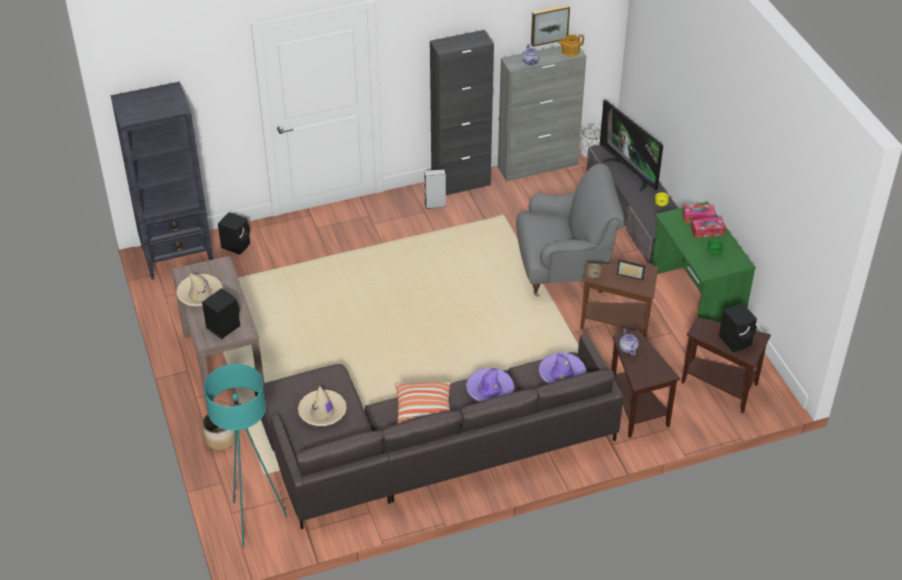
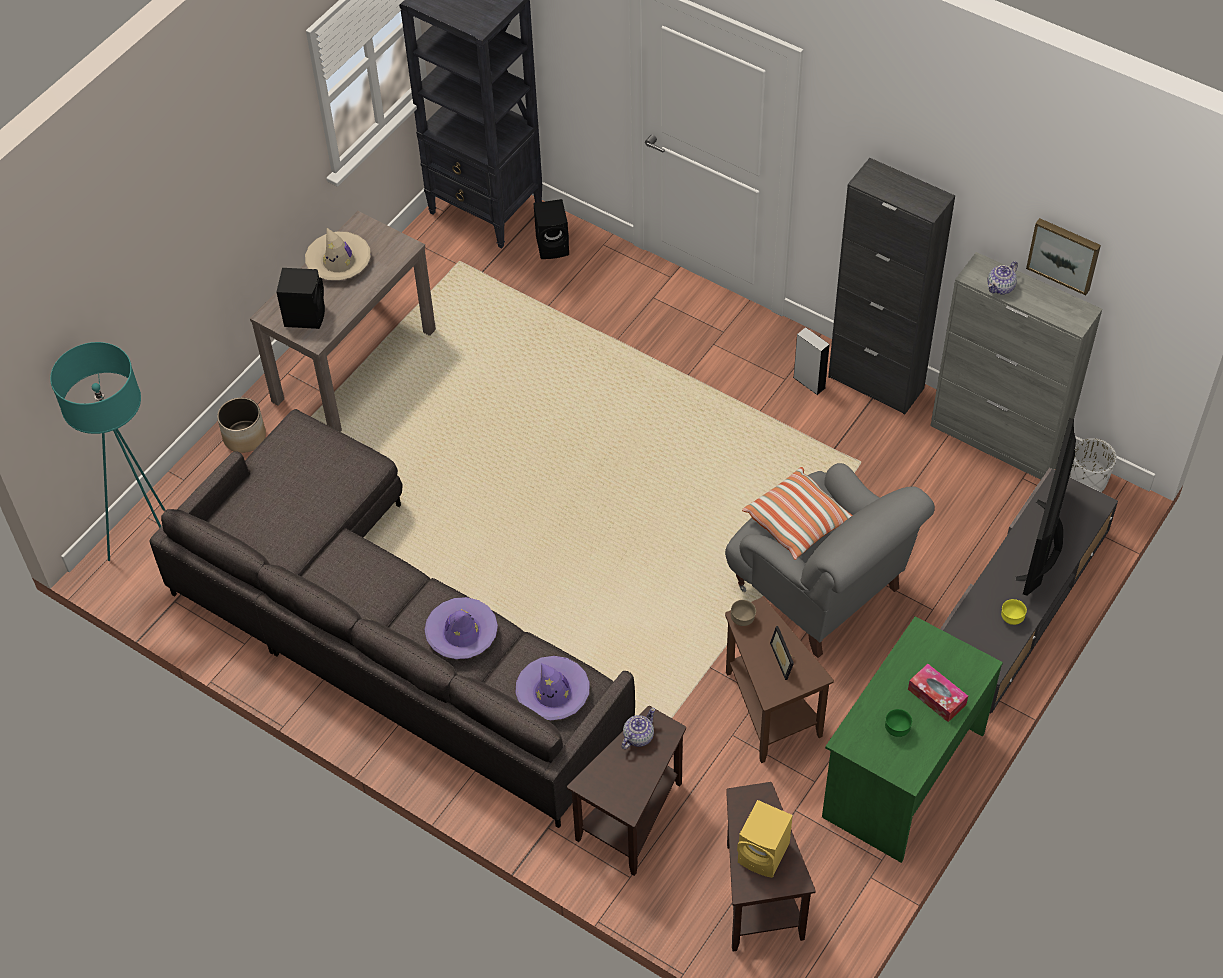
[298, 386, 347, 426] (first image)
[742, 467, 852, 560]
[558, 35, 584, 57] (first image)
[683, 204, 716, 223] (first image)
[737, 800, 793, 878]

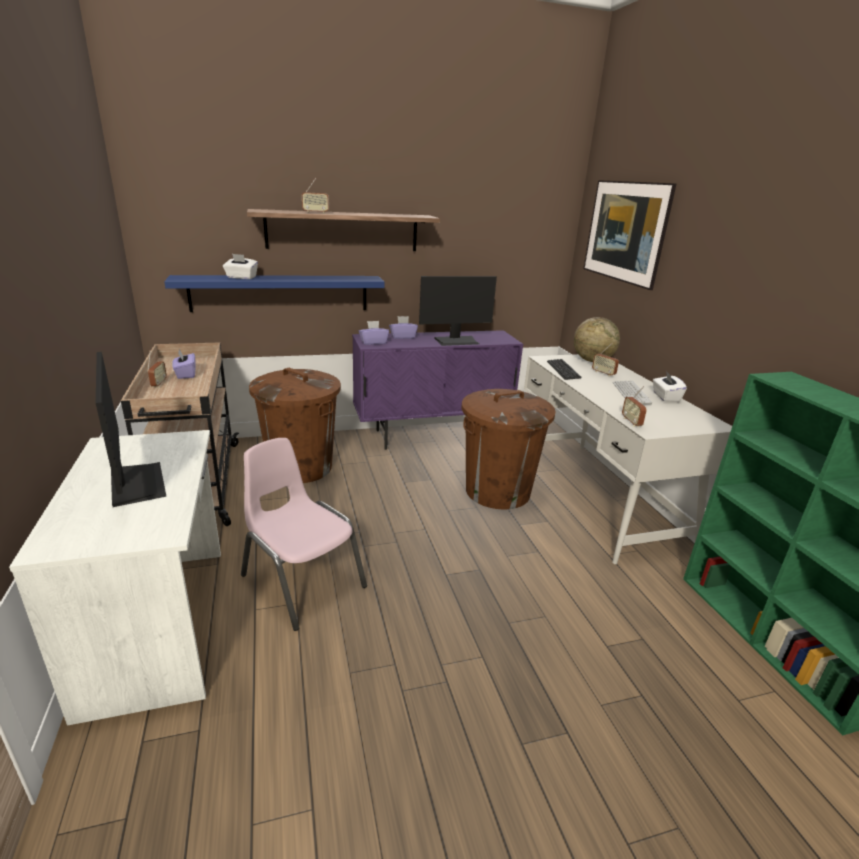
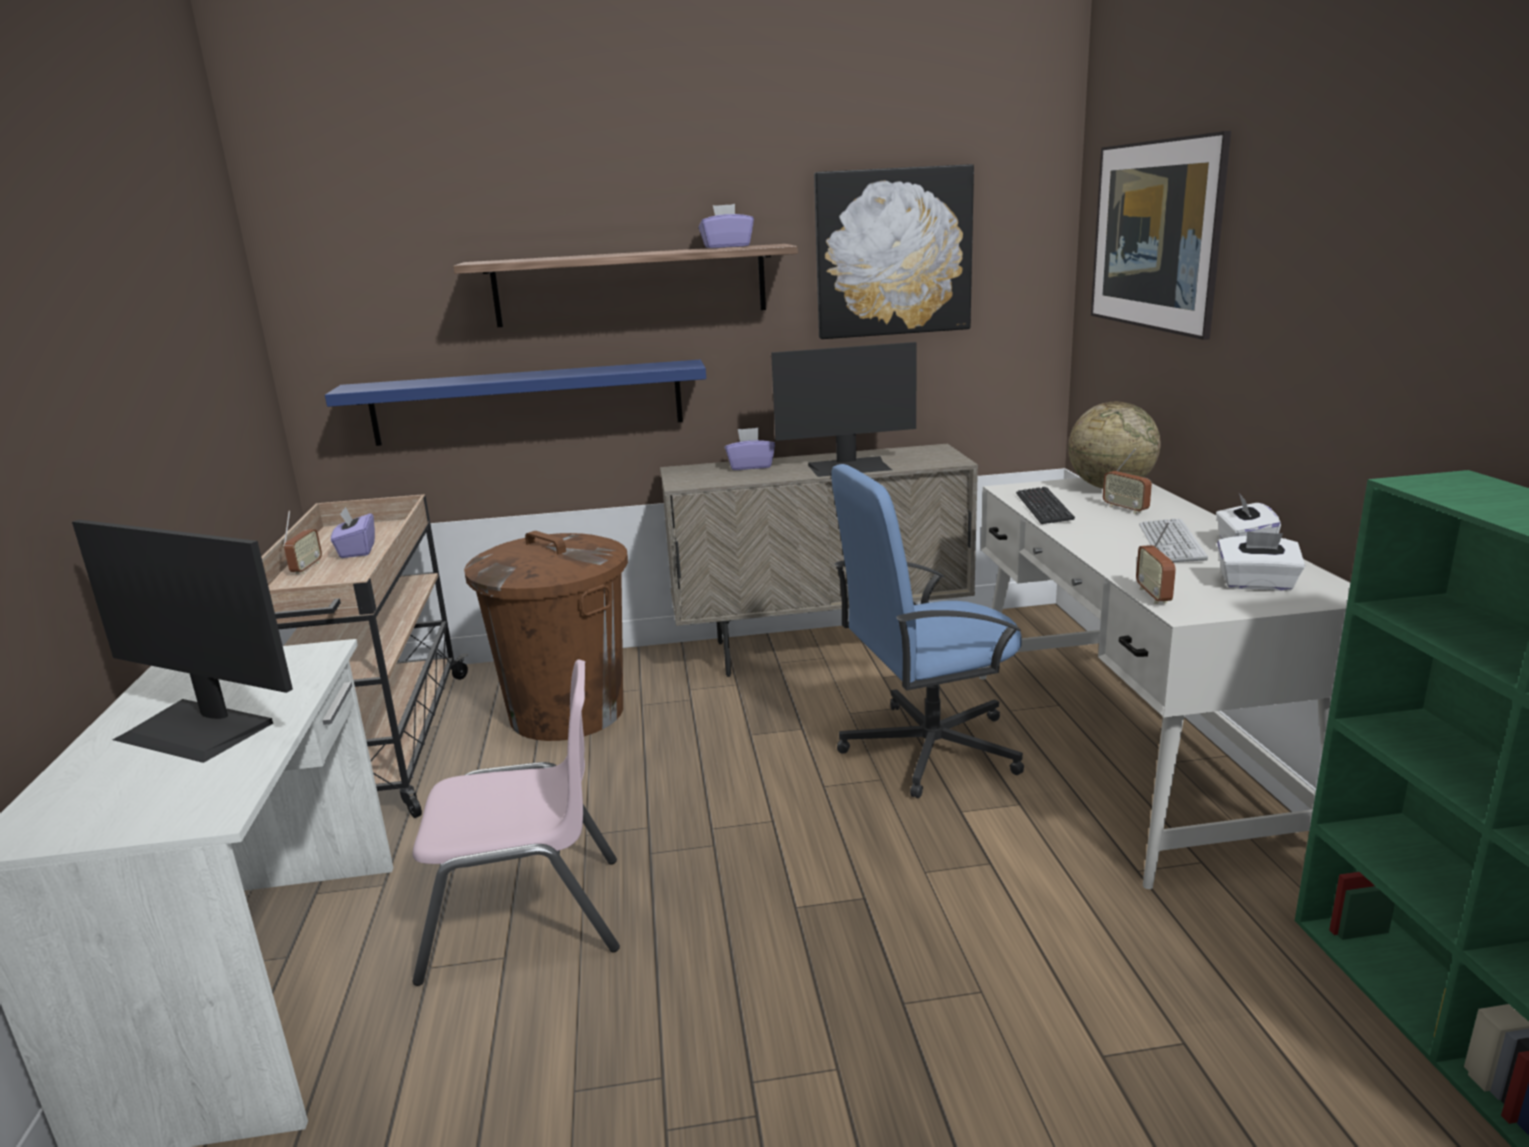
[72, 520, 293, 763]
[1217, 531, 1305, 591]
[413, 659, 620, 986]
[302, 178, 329, 213] (first image)
[660, 444, 978, 677]
[699, 204, 754, 248]
[831, 464, 1024, 798]
[814, 164, 974, 339]

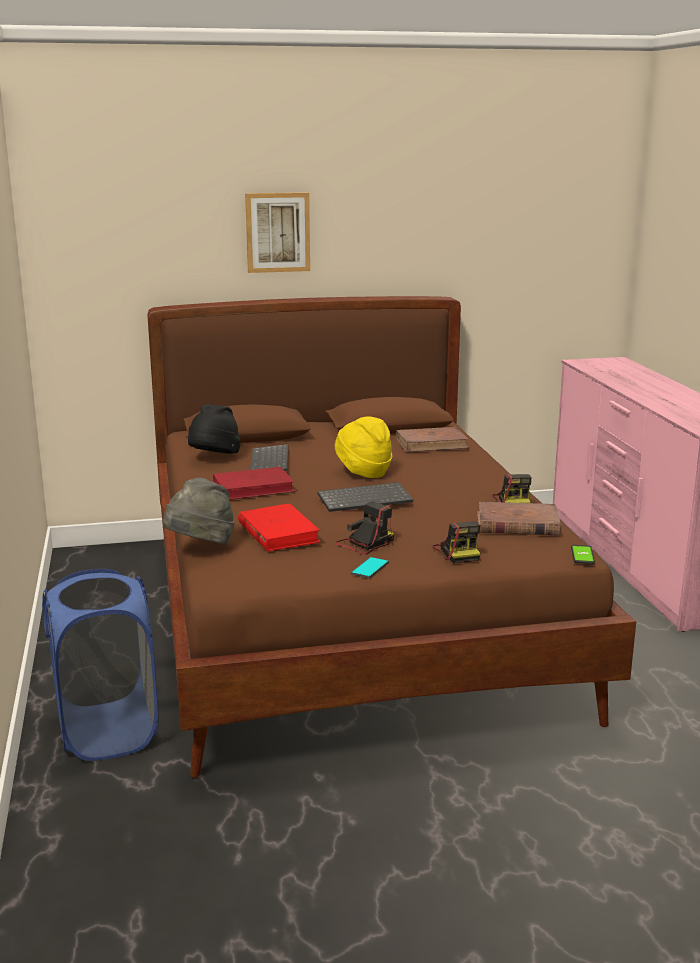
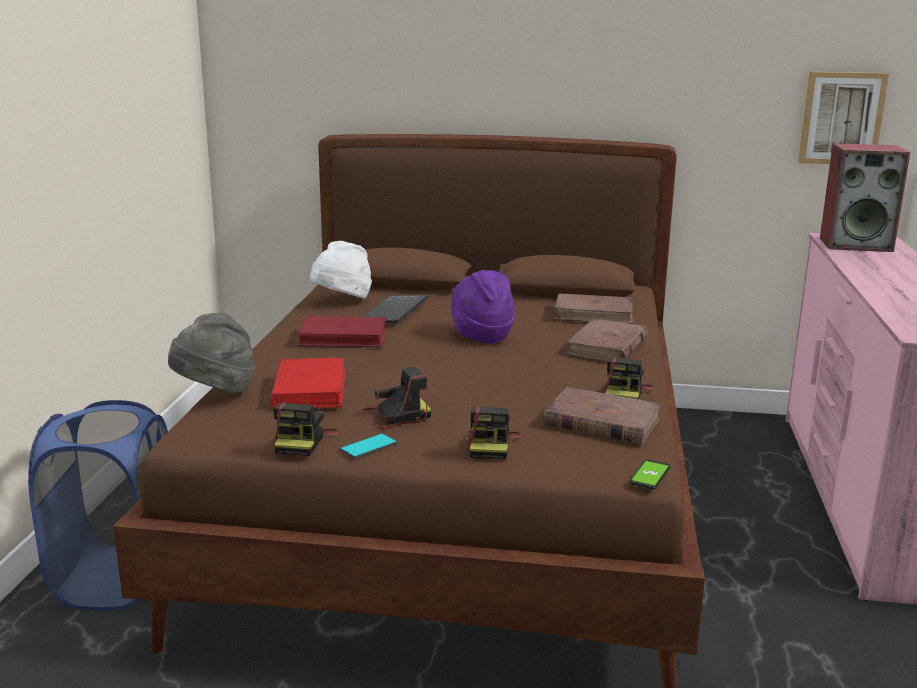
[310, 241, 372, 298]
[798, 72, 889, 164]
[317, 482, 413, 512] (first image)
[451, 270, 515, 344]
[273, 402, 338, 456]
[565, 318, 648, 362]
[820, 143, 910, 252]

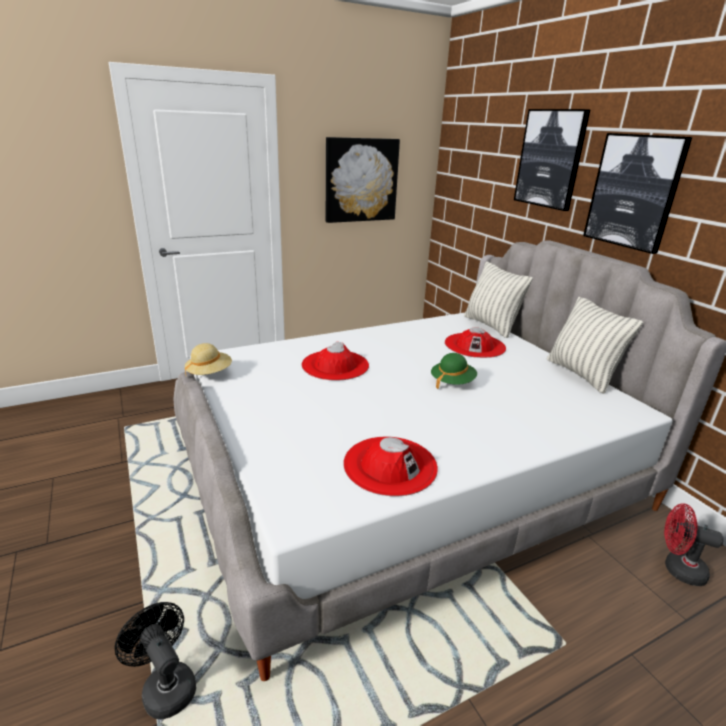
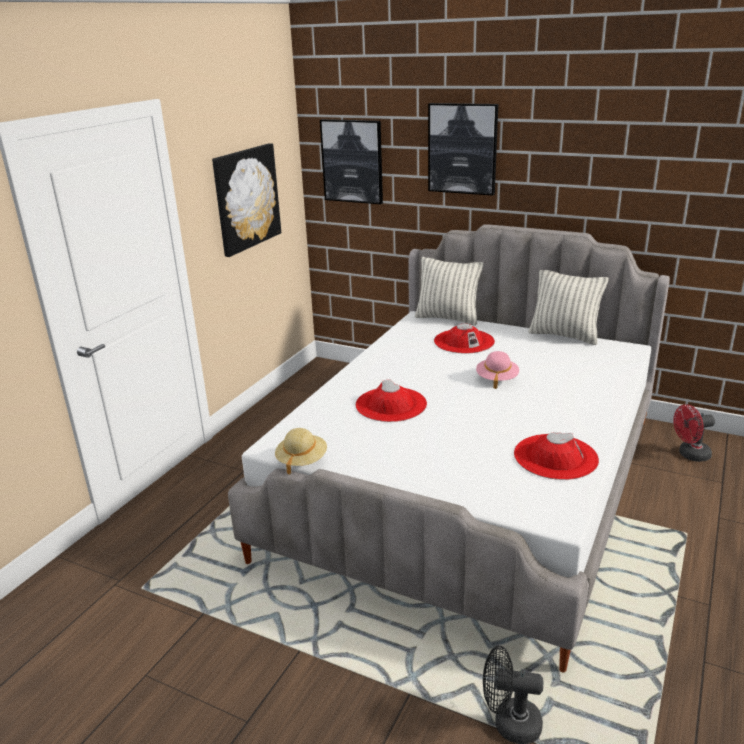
[476, 351, 519, 389]
[320, 119, 383, 204]

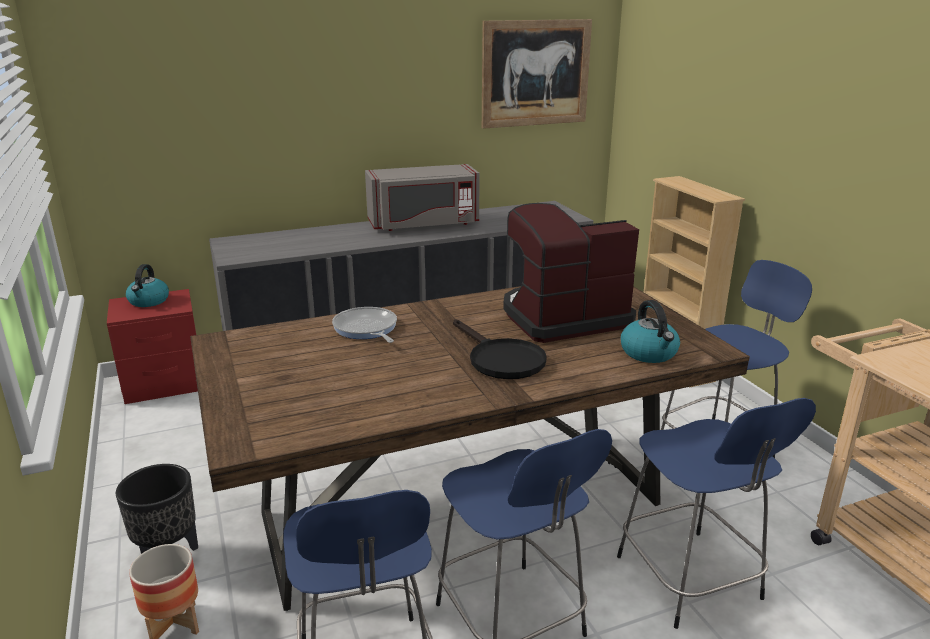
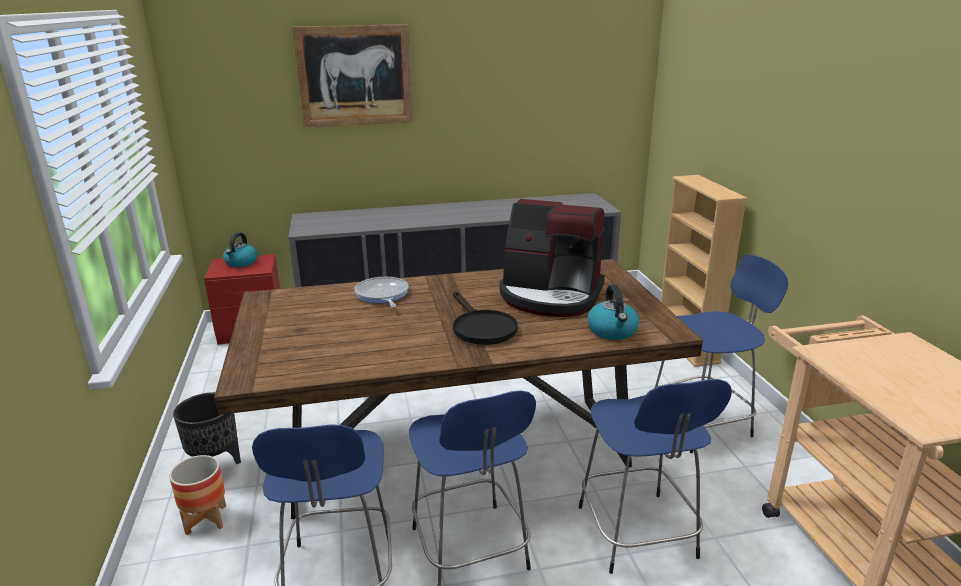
[365, 164, 480, 231] (first image)
[292, 24, 413, 128]
[500, 199, 605, 317]

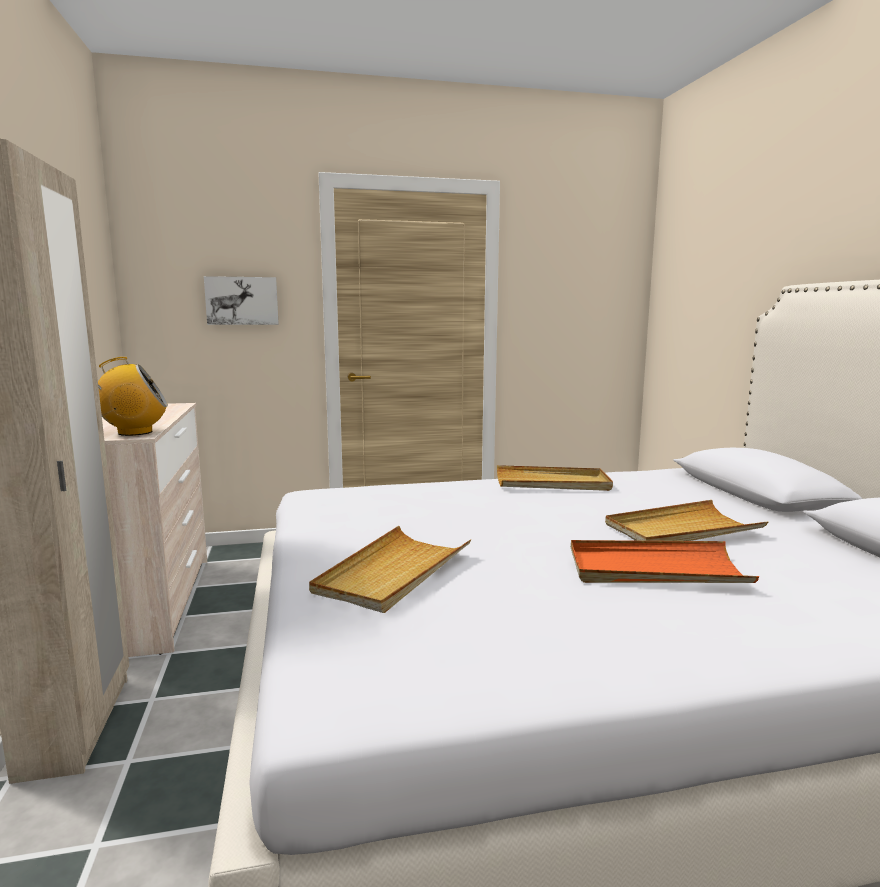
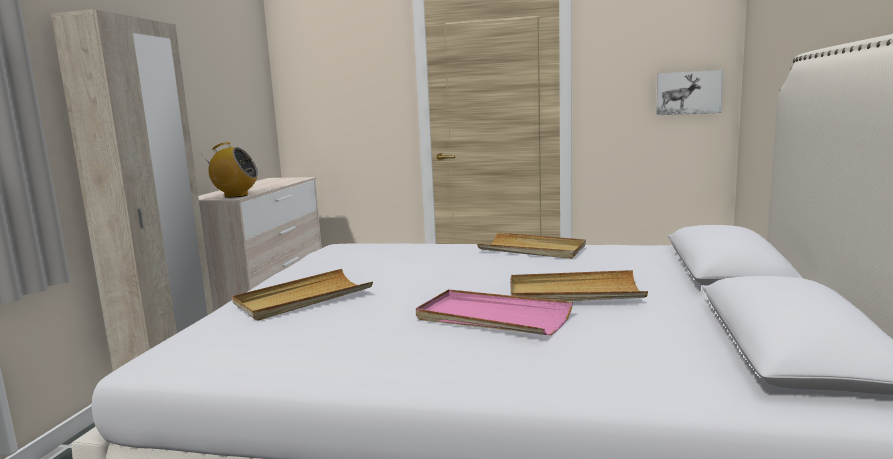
[656, 70, 724, 115]
[416, 289, 573, 336]

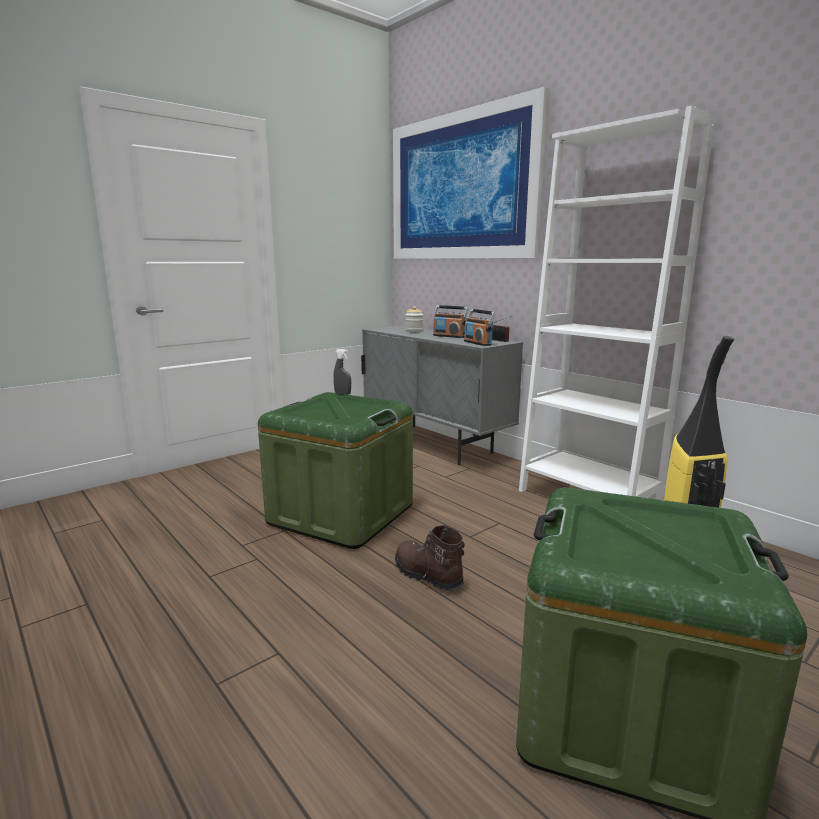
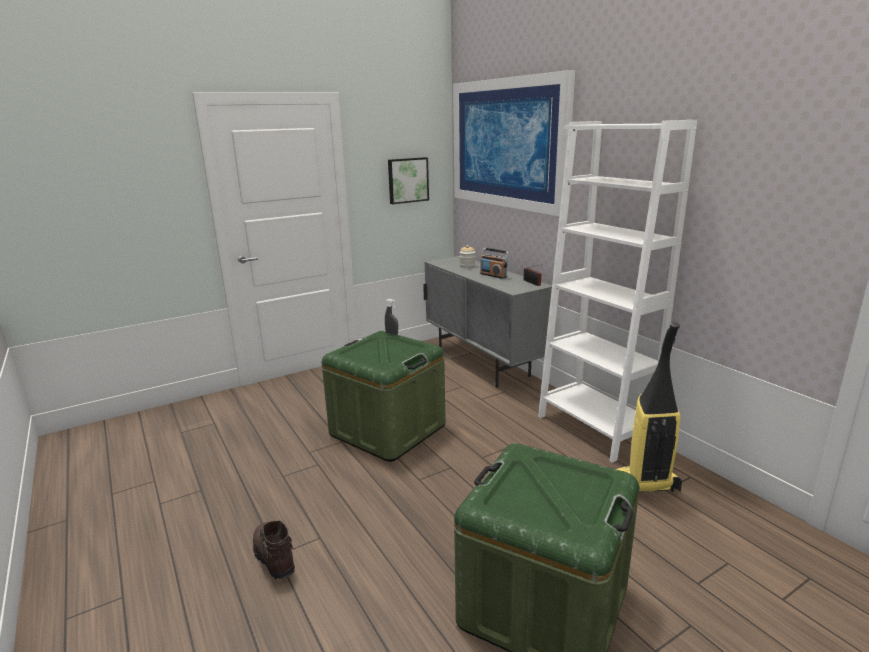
[253, 520, 295, 580]
[464, 309, 496, 346] (first image)
[388, 157, 429, 204]

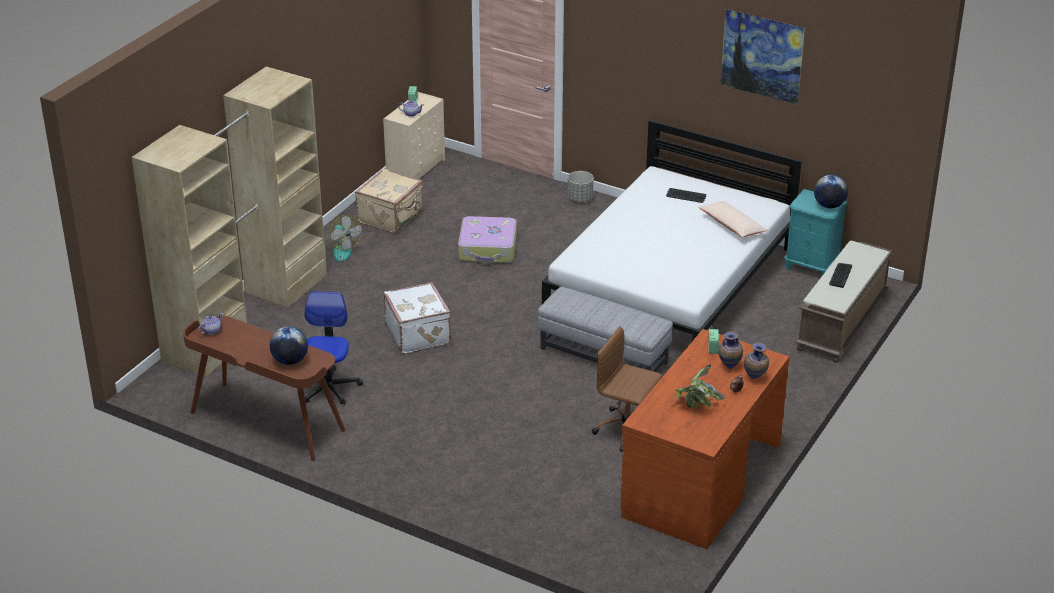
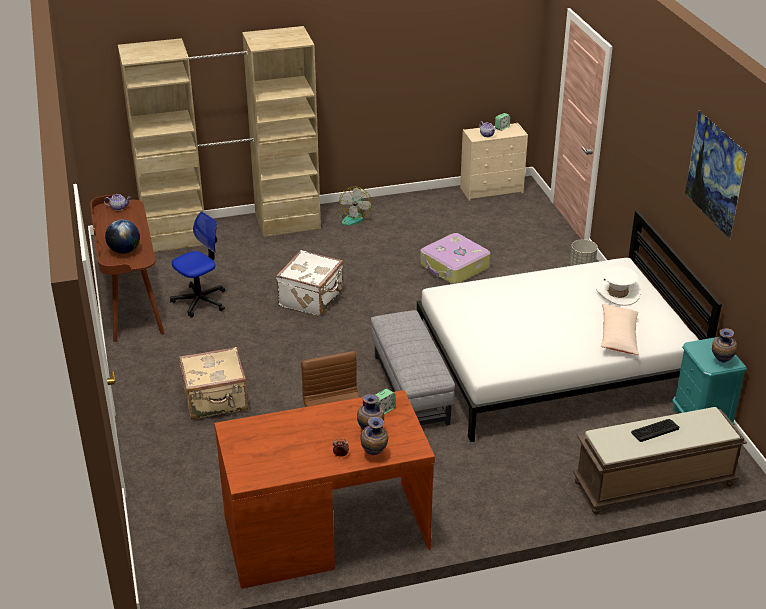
[179, 347, 248, 420]
[596, 266, 641, 306]
[671, 365, 725, 408] (first image)
[712, 328, 737, 363]

